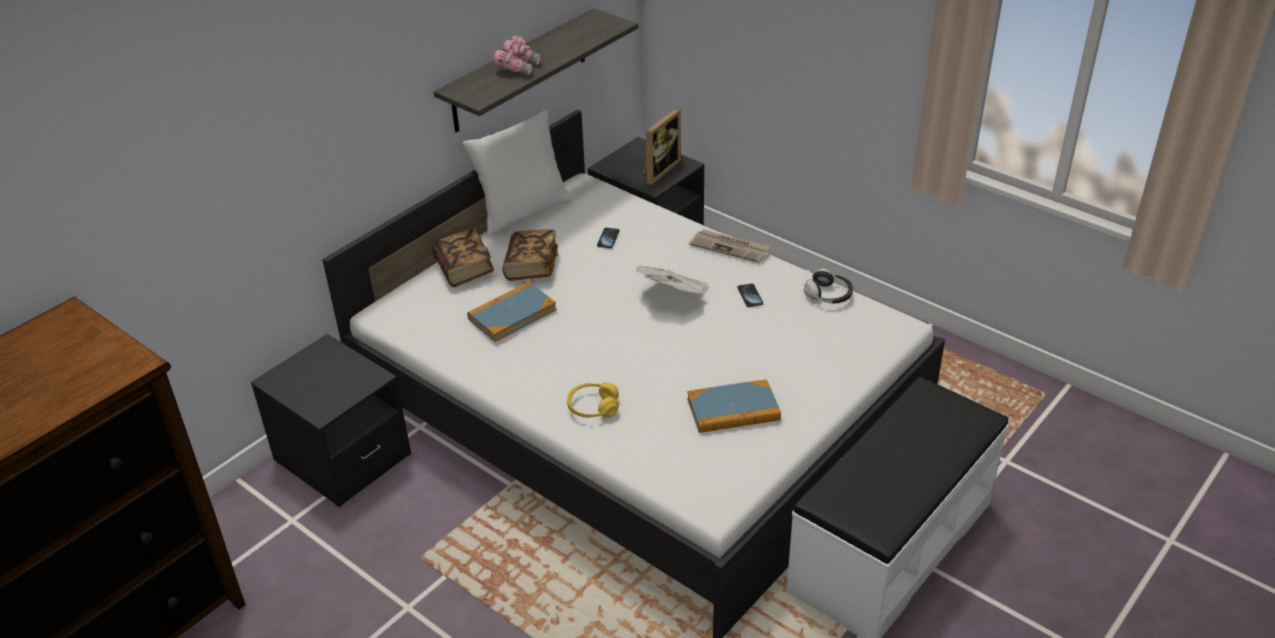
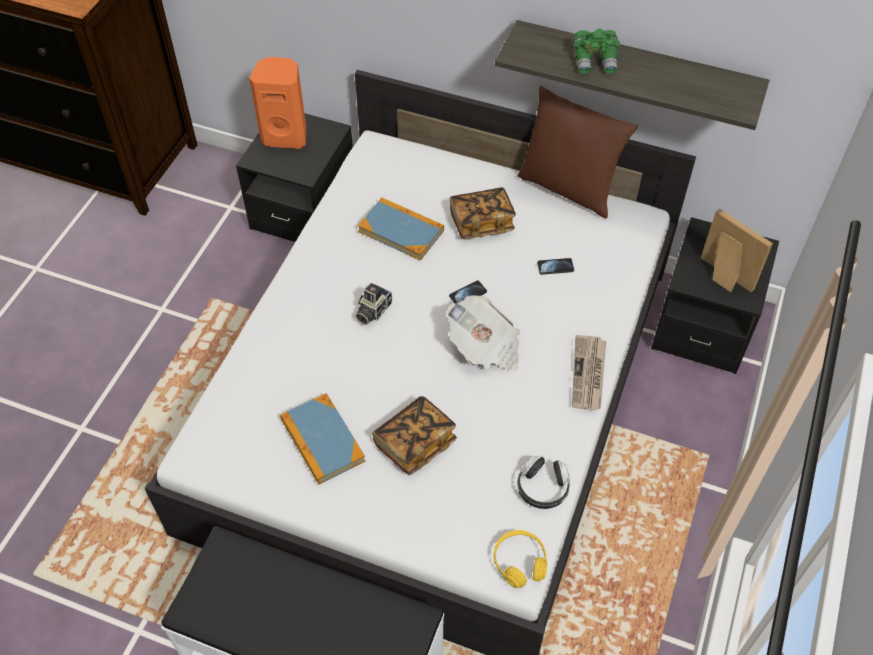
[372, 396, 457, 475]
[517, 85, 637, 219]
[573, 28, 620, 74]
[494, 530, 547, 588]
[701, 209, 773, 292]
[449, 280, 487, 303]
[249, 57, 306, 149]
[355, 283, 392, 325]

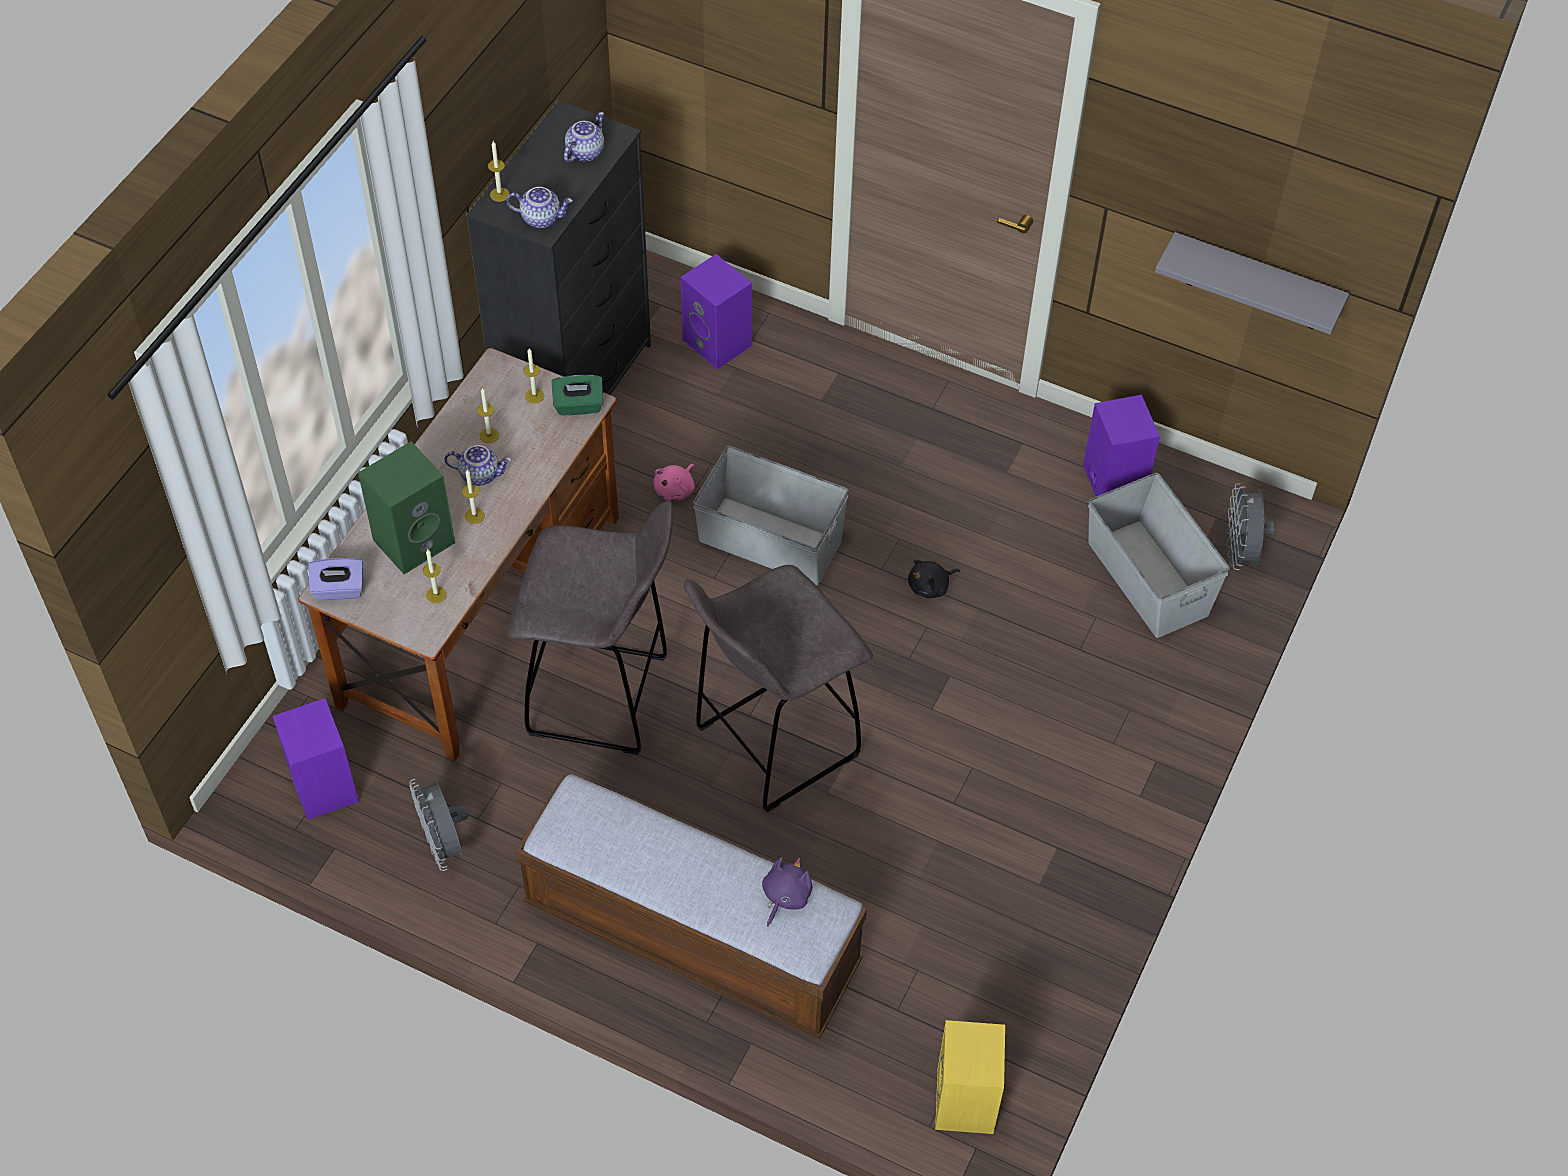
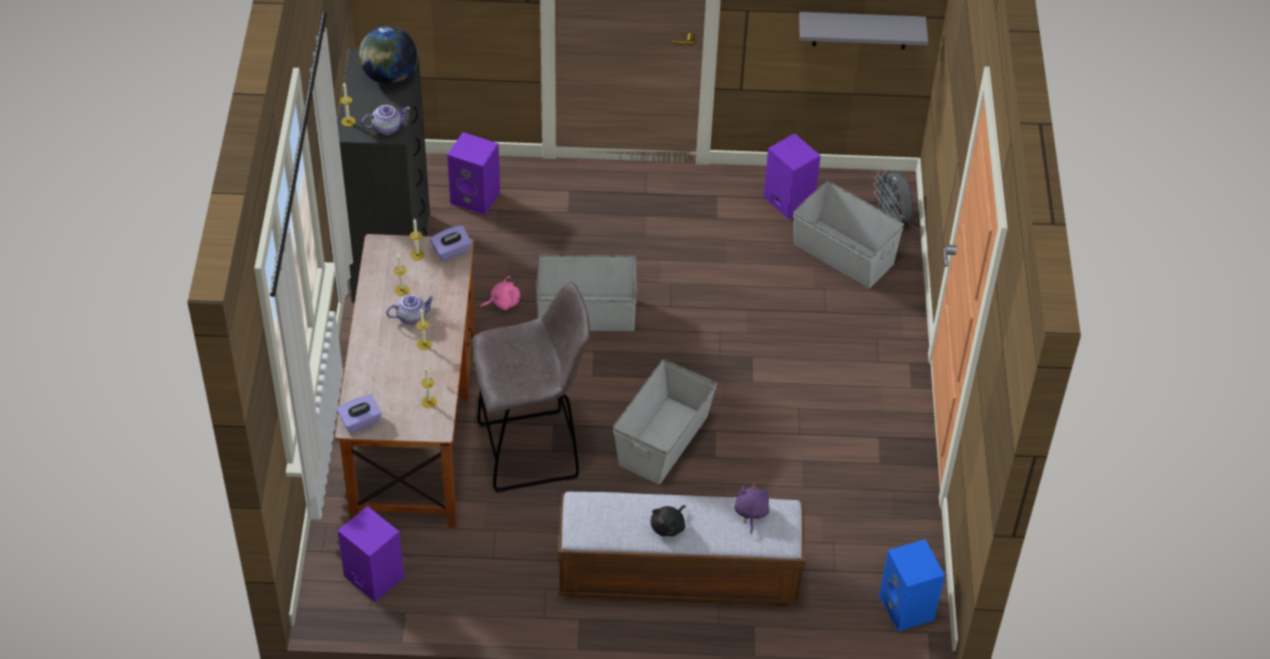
[358, 441, 455, 574] (first image)
[409, 778, 468, 871] (first image)
[430, 225, 472, 261]
[359, 26, 417, 84]
[480, 276, 520, 310]
[613, 359, 717, 484]
[650, 505, 686, 537]
[879, 539, 945, 632]

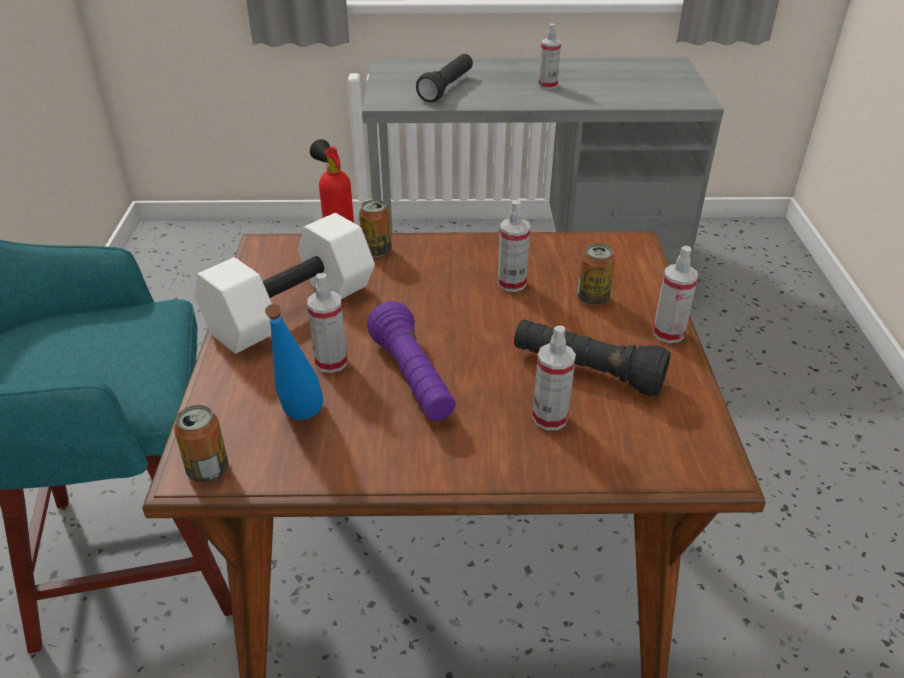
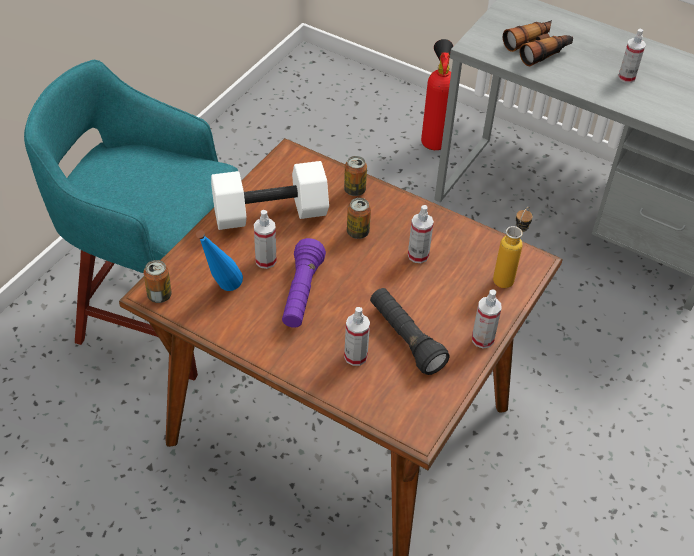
[503, 20, 573, 66]
[347, 198, 371, 239]
[493, 206, 533, 288]

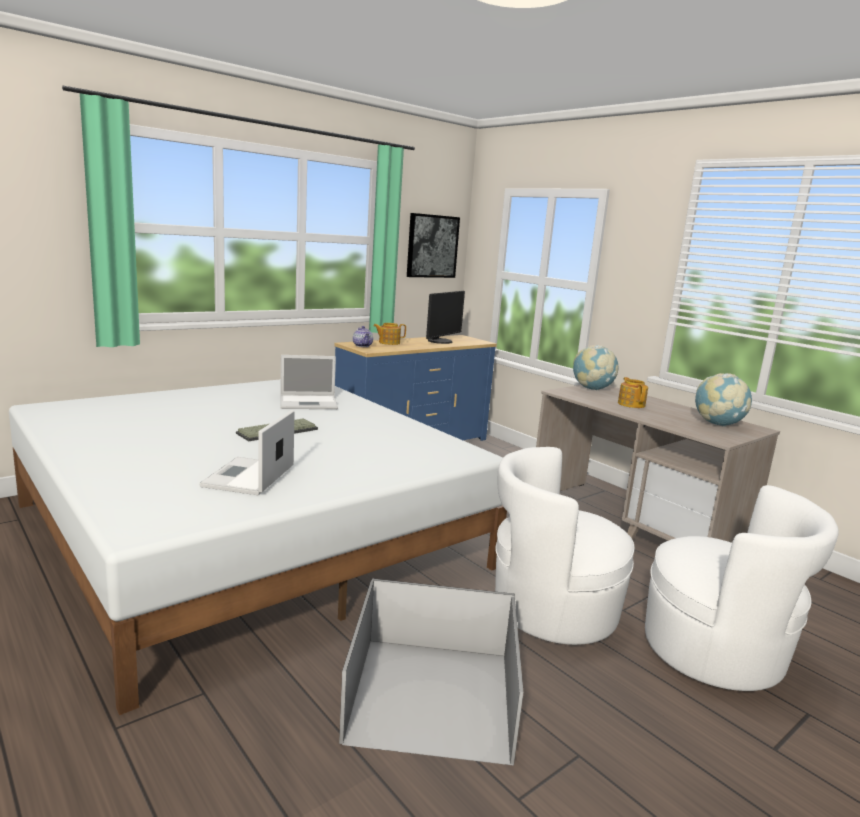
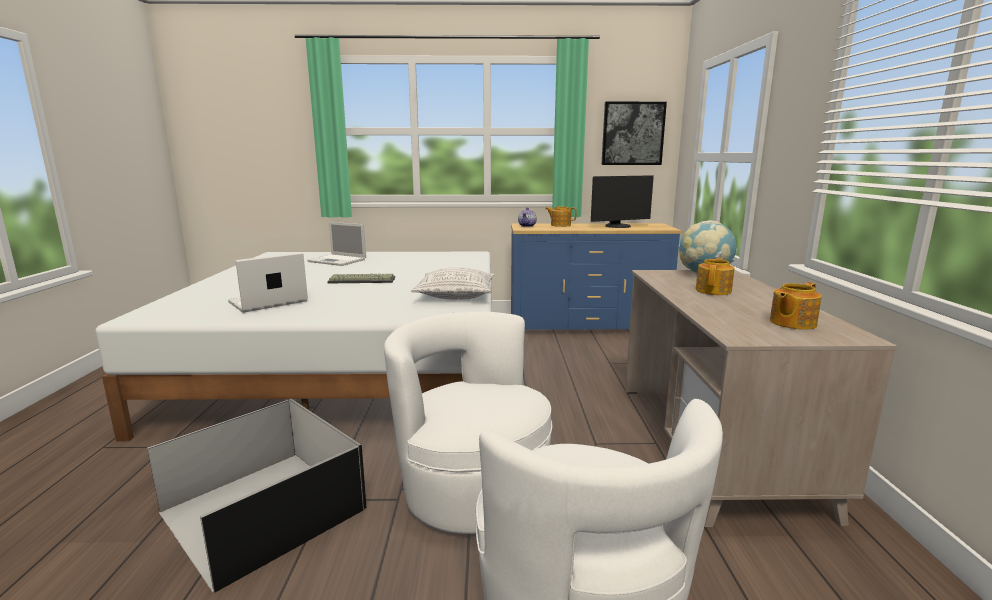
[307, 222, 366, 266]
[770, 282, 822, 330]
[411, 267, 495, 300]

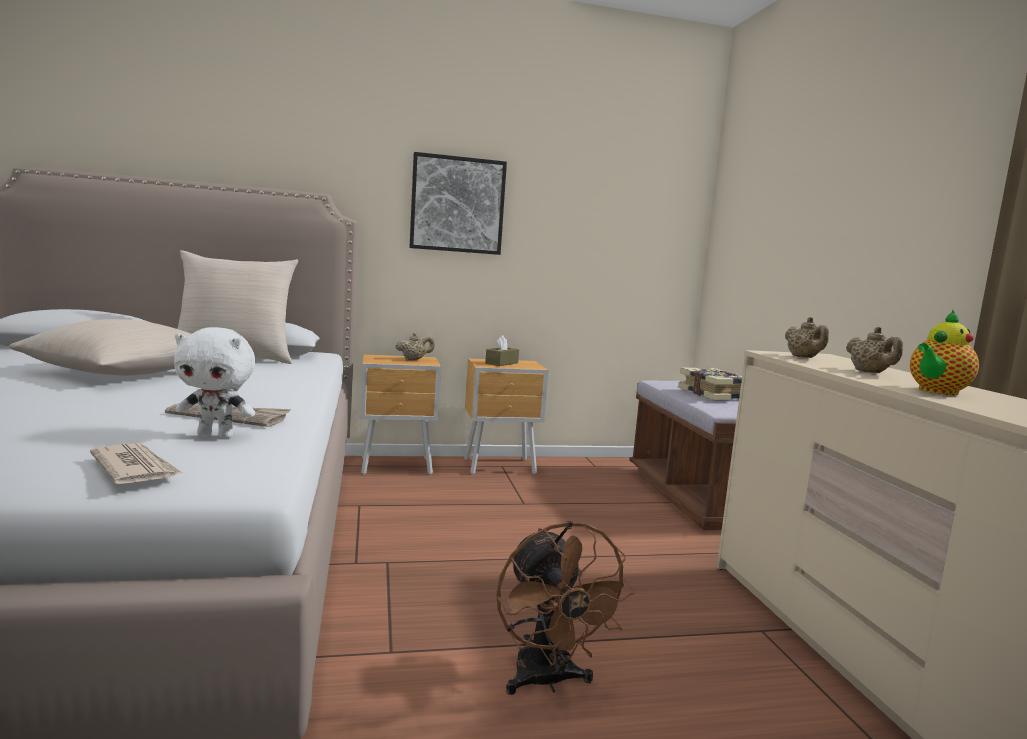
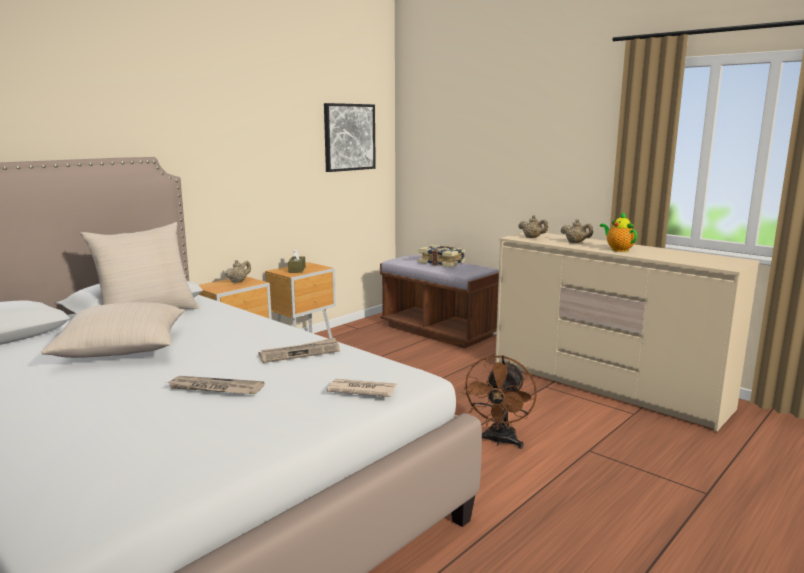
[174, 327, 255, 438] (first image)
[324, 103, 376, 172]
[461, 355, 537, 449]
[600, 212, 637, 252]
[167, 376, 265, 394]

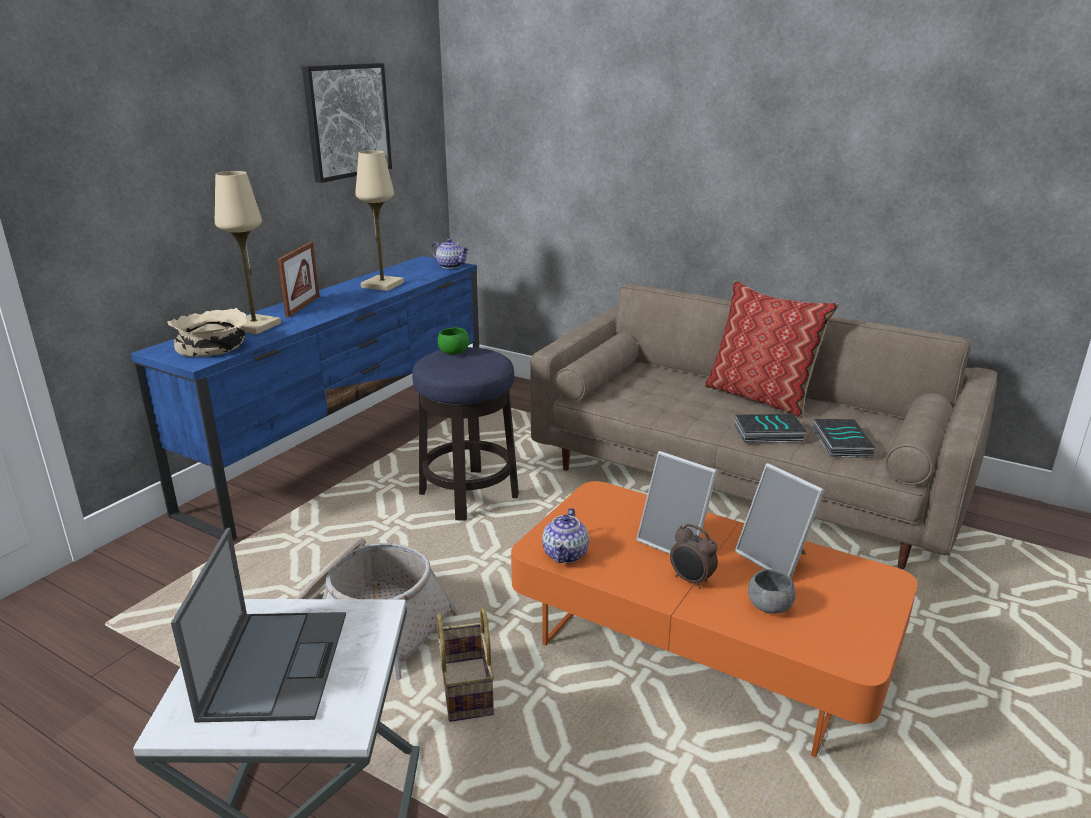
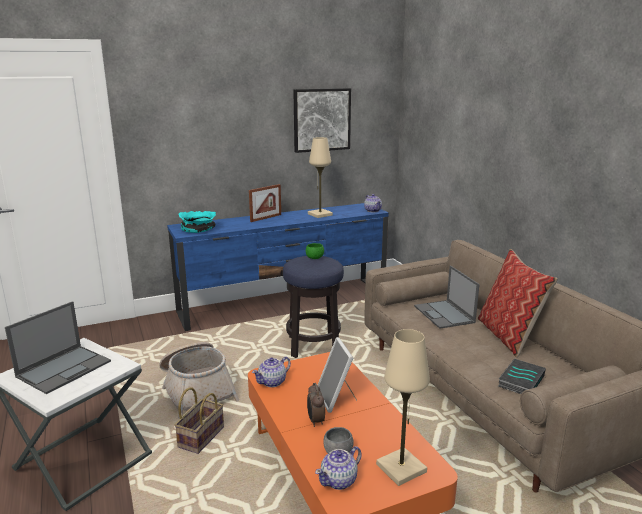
[178, 211, 216, 233]
[376, 329, 430, 486]
[735, 414, 807, 443] (first image)
[735, 463, 825, 579] (first image)
[315, 446, 362, 490]
[414, 265, 480, 329]

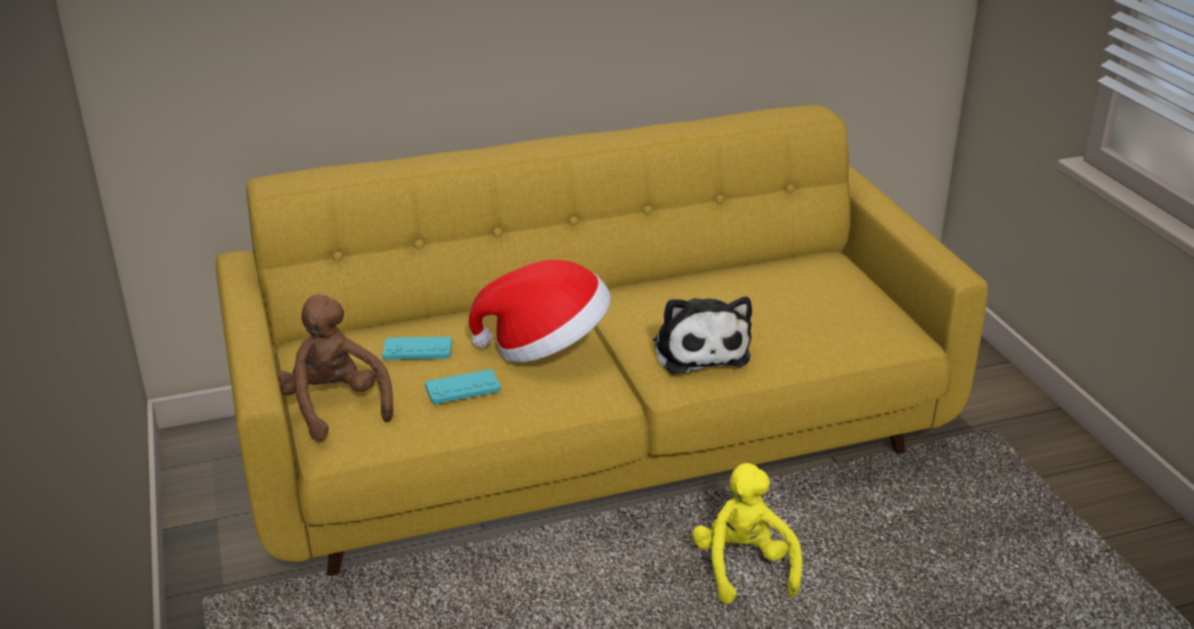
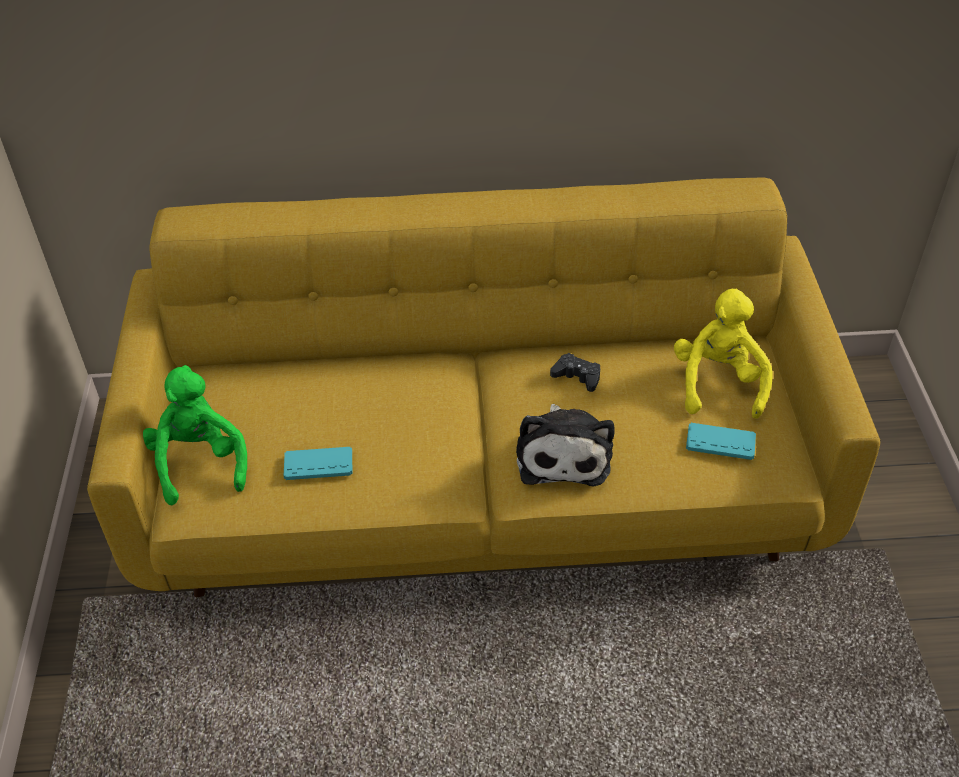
[143, 365, 247, 505]
[686, 423, 756, 460]
[469, 260, 611, 362] (first image)
[674, 289, 773, 419]
[550, 353, 600, 392]

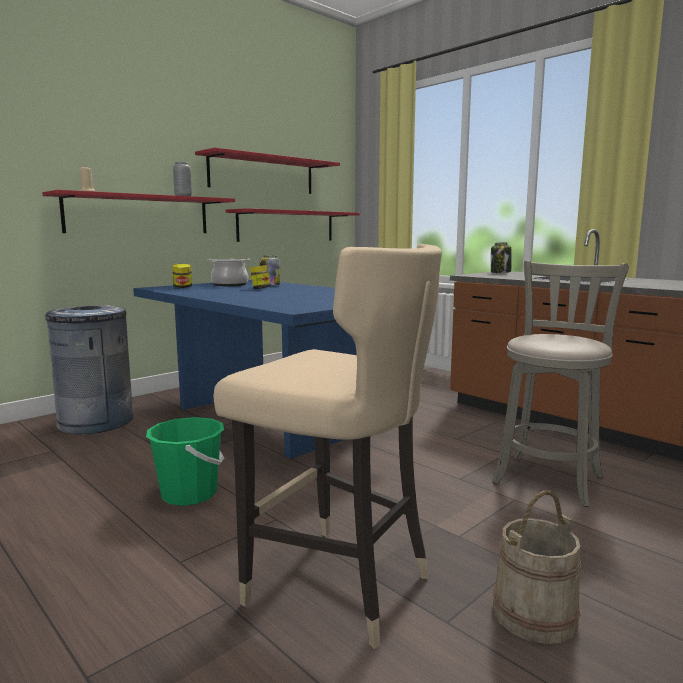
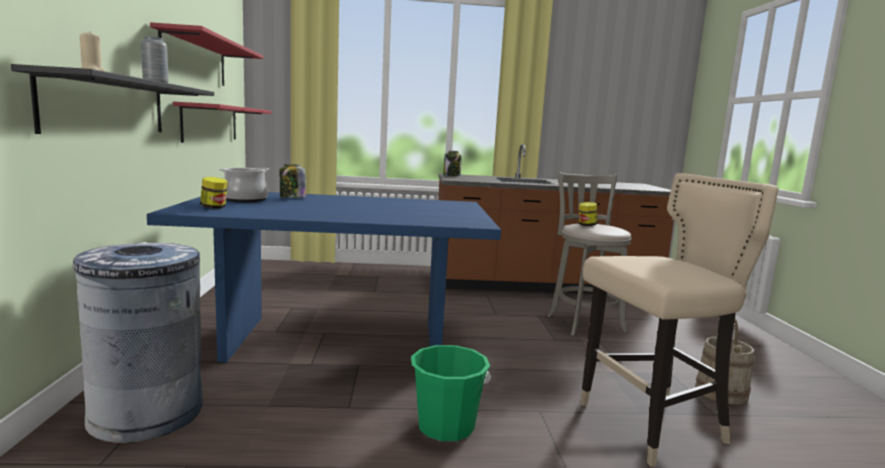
[11, 64, 214, 134]
[579, 202, 597, 226]

